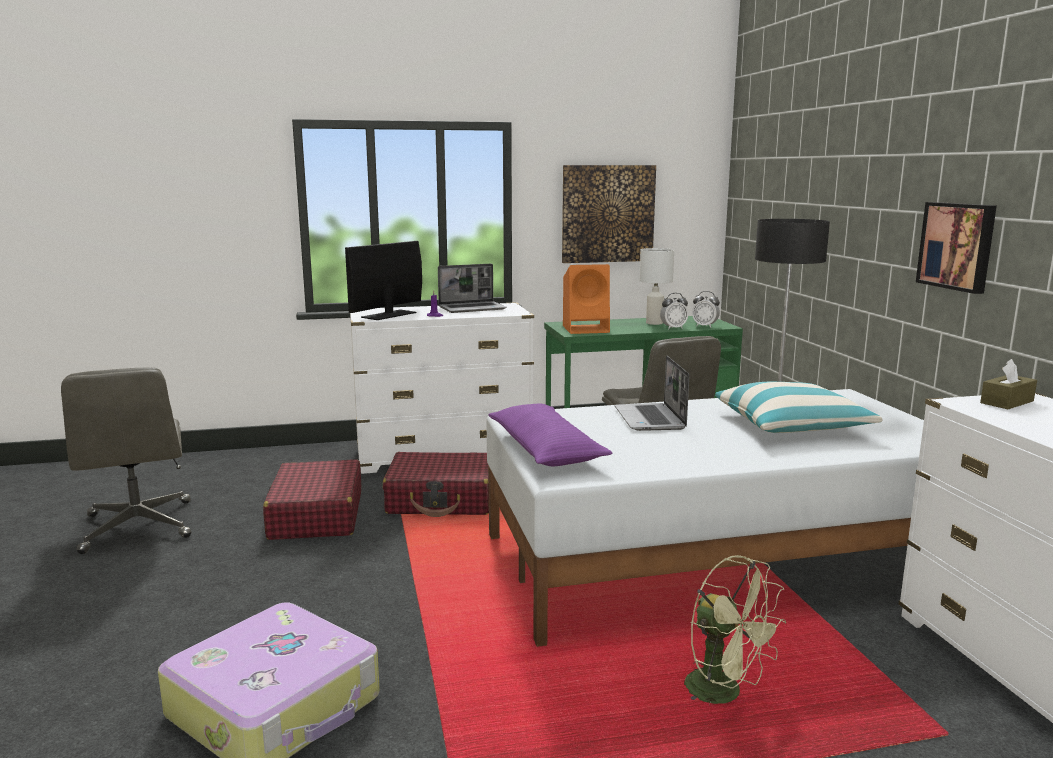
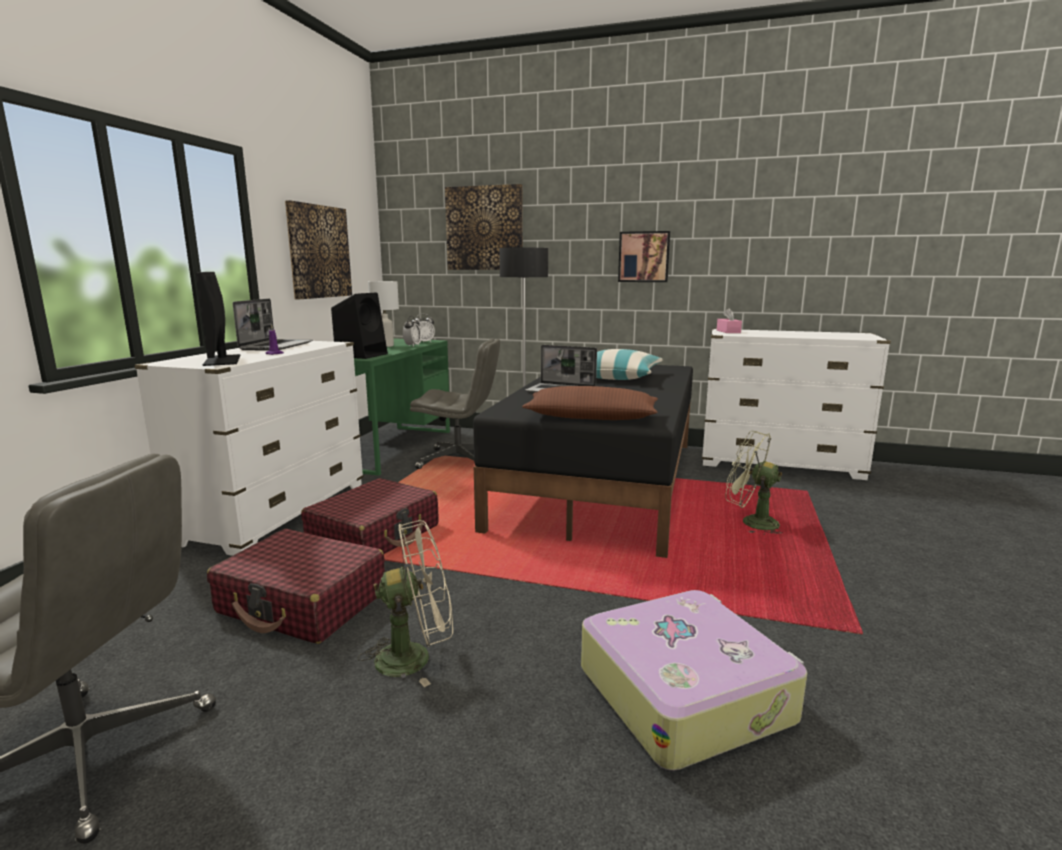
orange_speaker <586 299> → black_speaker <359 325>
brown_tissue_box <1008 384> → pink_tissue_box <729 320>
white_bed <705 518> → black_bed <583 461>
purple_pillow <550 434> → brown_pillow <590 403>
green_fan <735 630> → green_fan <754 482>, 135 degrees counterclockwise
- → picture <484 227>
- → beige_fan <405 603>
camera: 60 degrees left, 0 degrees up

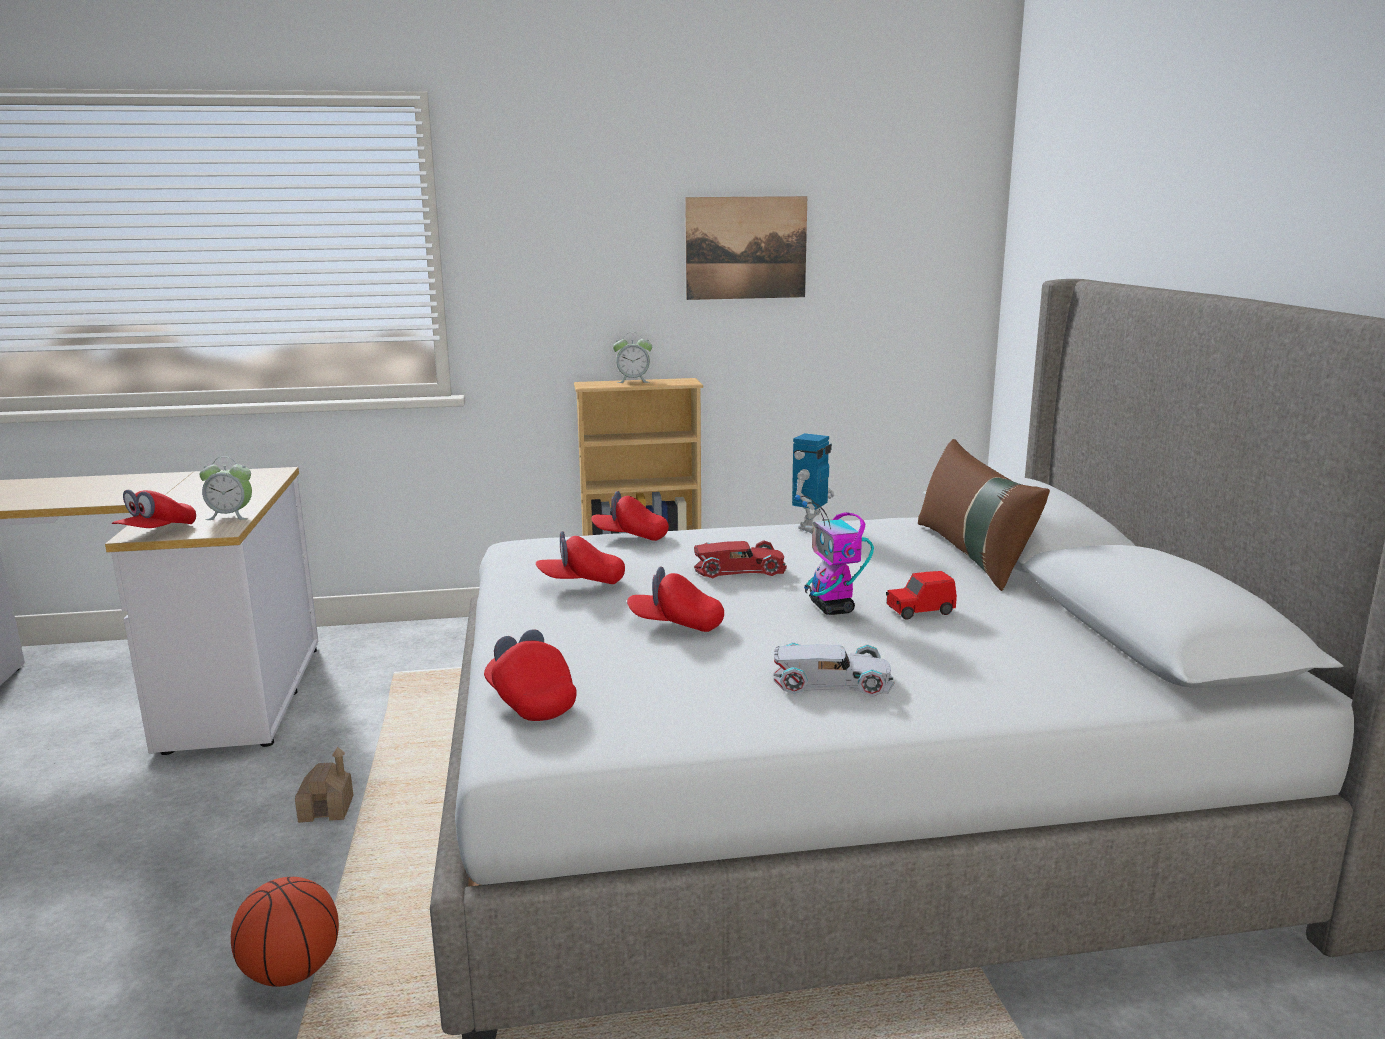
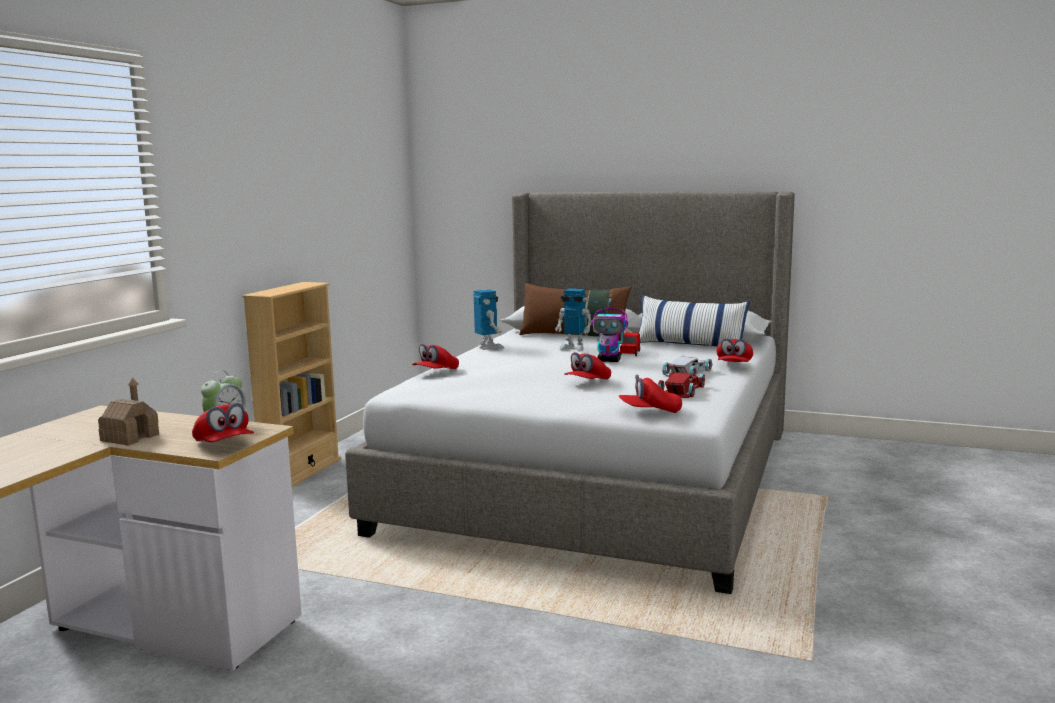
picture <746 248> → -
alarm_clock <632 358> → -
red_cap <580 557> → red_cap <734 350>, relocated
red_toy_car <740 559> → red_toy_car <681 384>, relocated
toy_house <324 785> → toy_house <128 412>, relocated
basketball <285 932> → -
- → toy_robot <573 319>
- → pillow <694 321>
camera: 60 degrees left, 5 degrees down

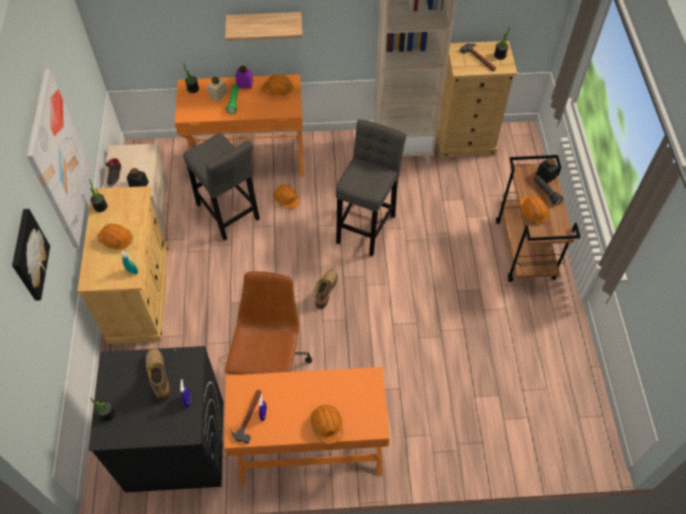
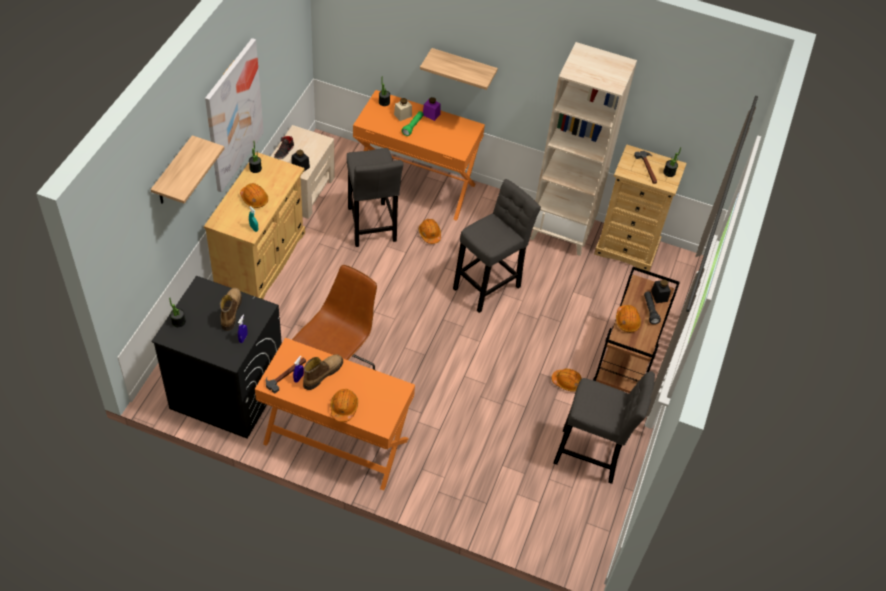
orange_hard_hat <277 84> → orange_hard_hat <566 380>, relocated
picture <31 255> → shelf <187 169>
boot <326 289> → boot <323 372>, relocated
- → grey_stool <604 427>
camera: 20 degrees right, 5 degrees down

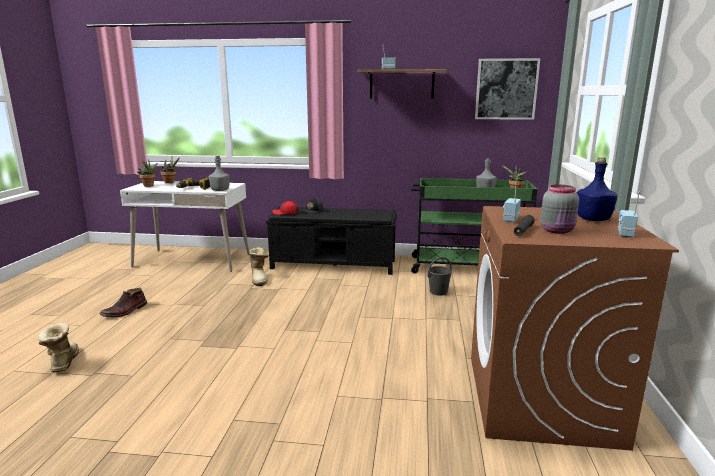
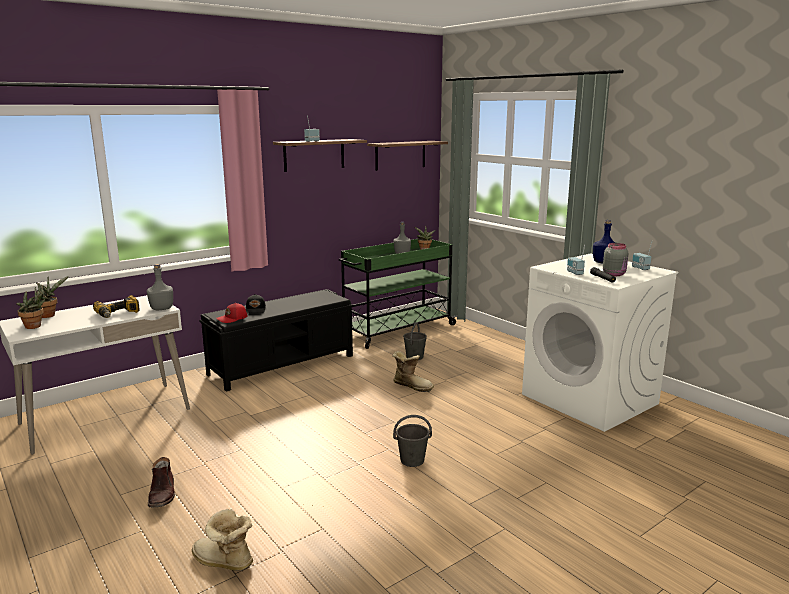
picture <507 89> → shelf <407 156>
brown_washing_machine <575 328> → white_washing_machine <600 342>
boot <259 266> → boot <413 371>, relocated
- → grey_bucket <412 441>
camera: 45 degrees left, 0 degrees up

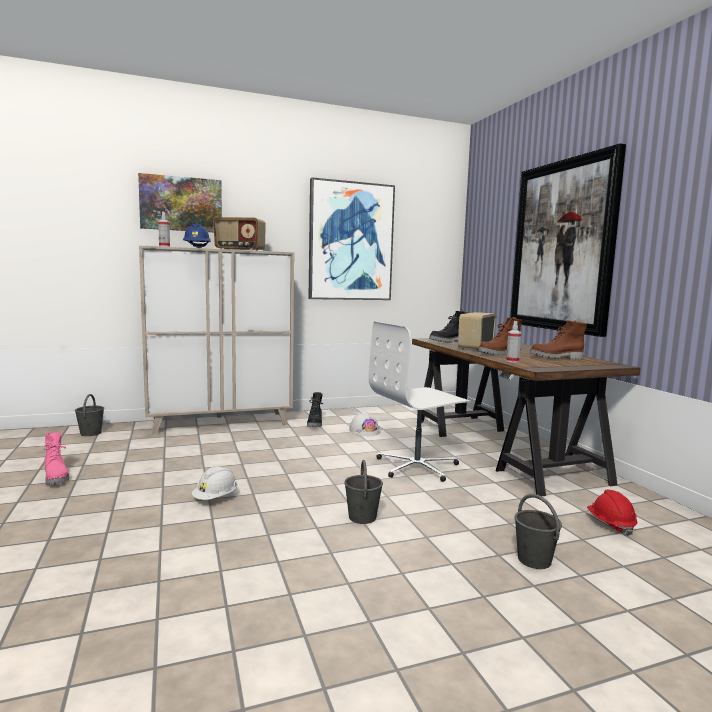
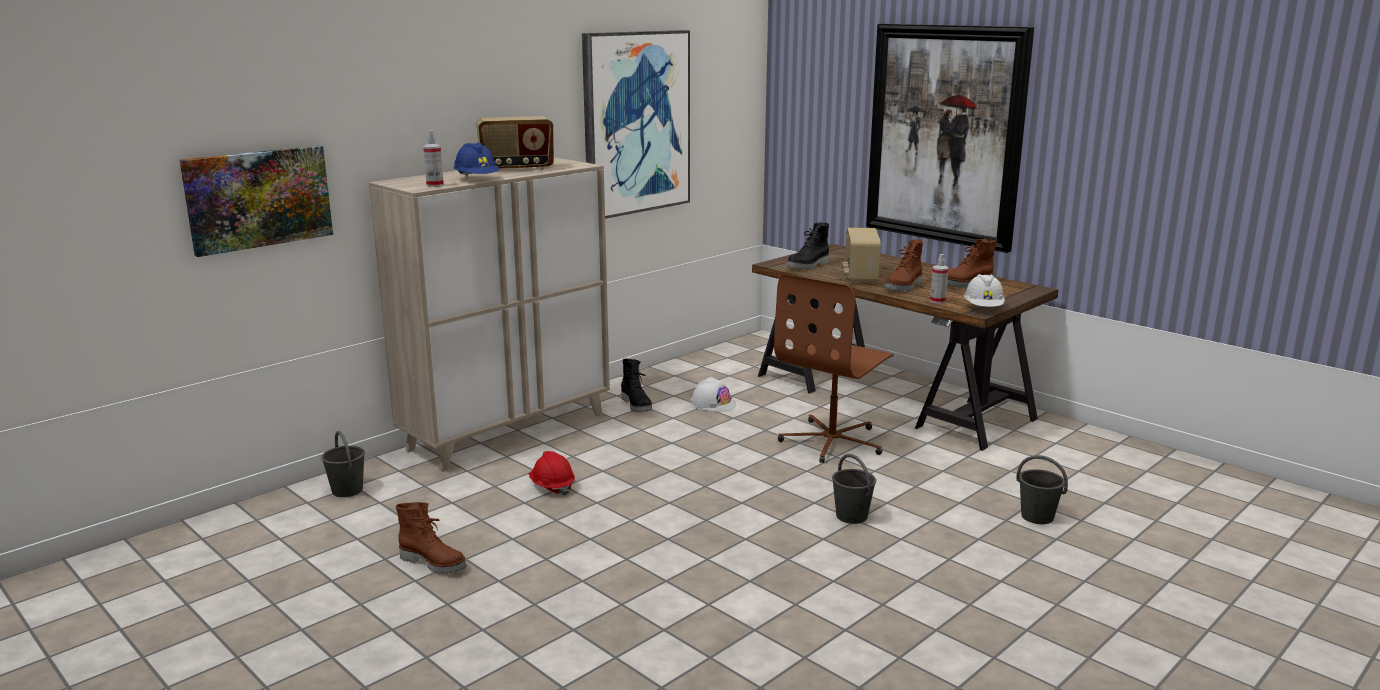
picture <180 202> → picture <256 201>, relocated
white_office_chair <420 402> → brown_office_chair <834 368>
pink_boot <56 458> → brown_boot <431 538>
white_hard_hat <215 483> → white_hard_hat <984 290>, relocated
red_hard_hat <612 513> → red_hard_hat <551 473>, relocated
camera: 25 degrees left, 10 degrees up

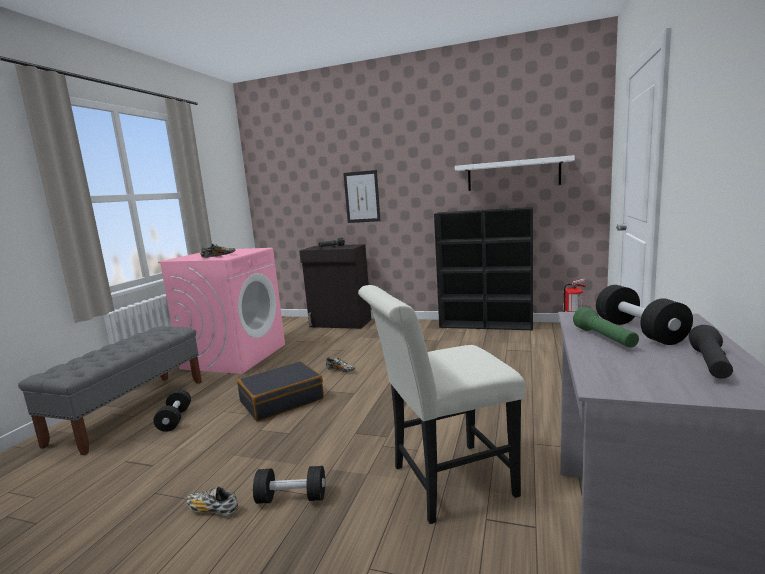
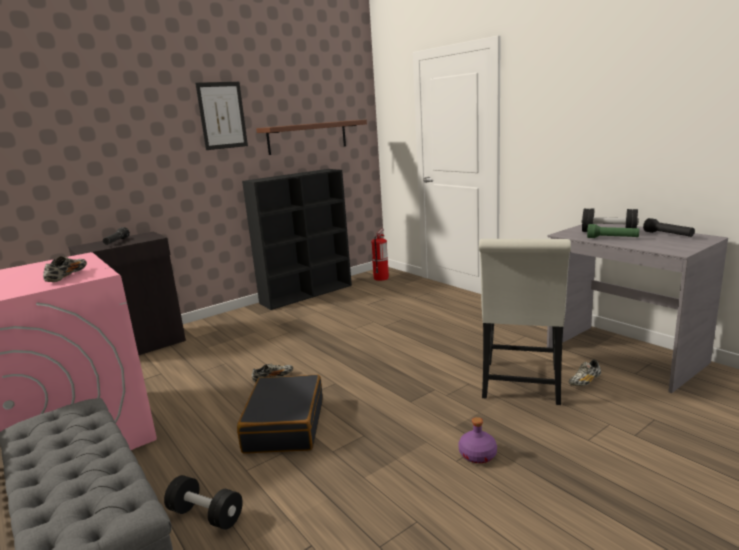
white_shelf <515 173> → brown_shelf <311 137>
picture <362 196> → picture <221 116>, relocated
black_dumbbell <289 485> → purple_bottle <477 440>
shoe <212 501> → shoe <584 373>, relocated
camera: 55 degrees left, 5 degrees up

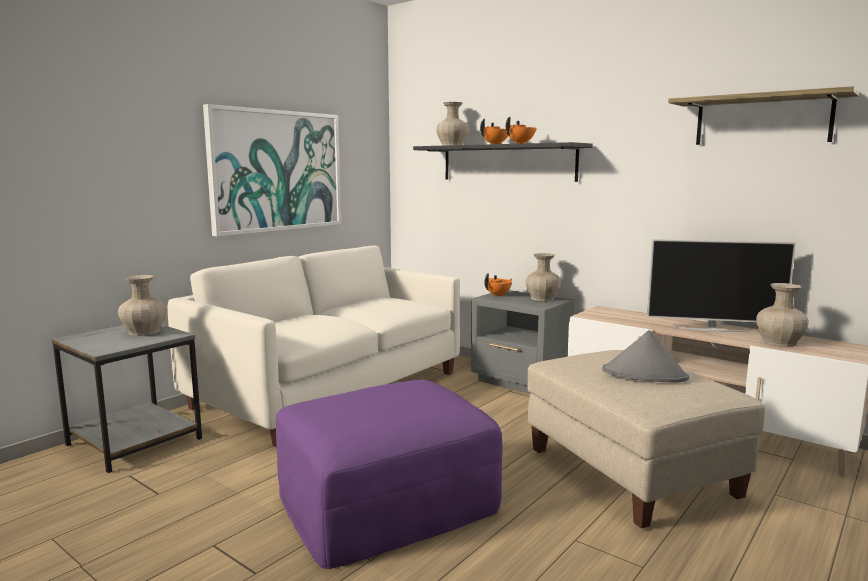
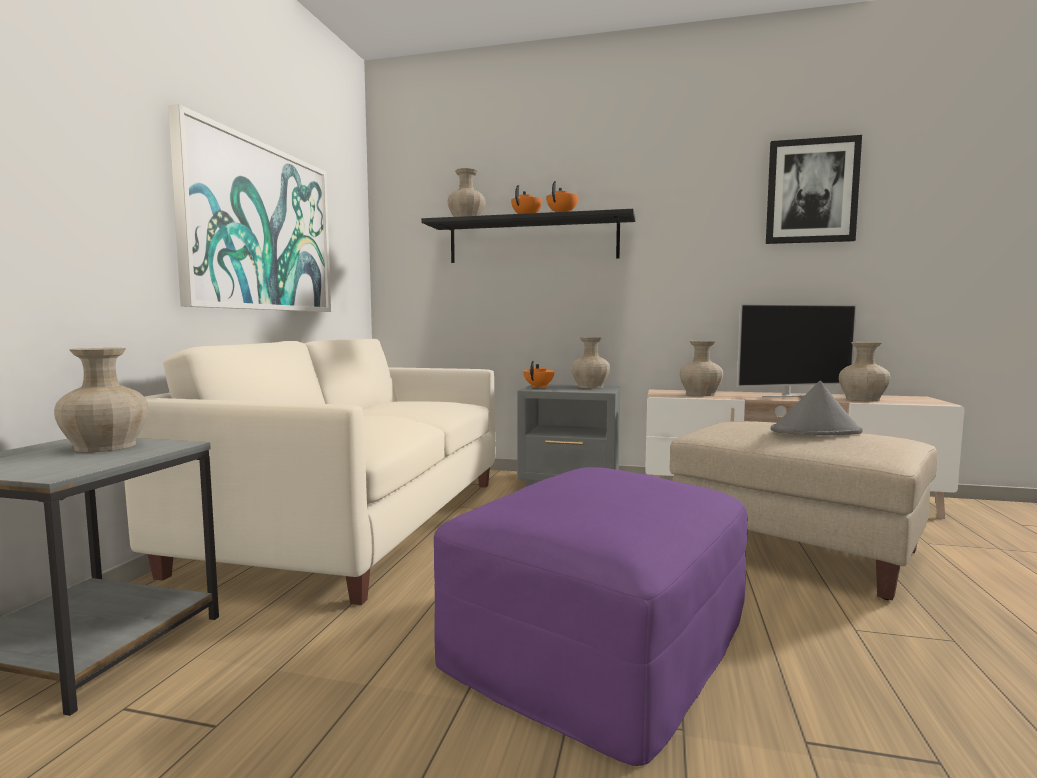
shelf <763 115> → picture <814 189>
- → beige_vase <702 368>
camera: 25 degrees left, 5 degrees down

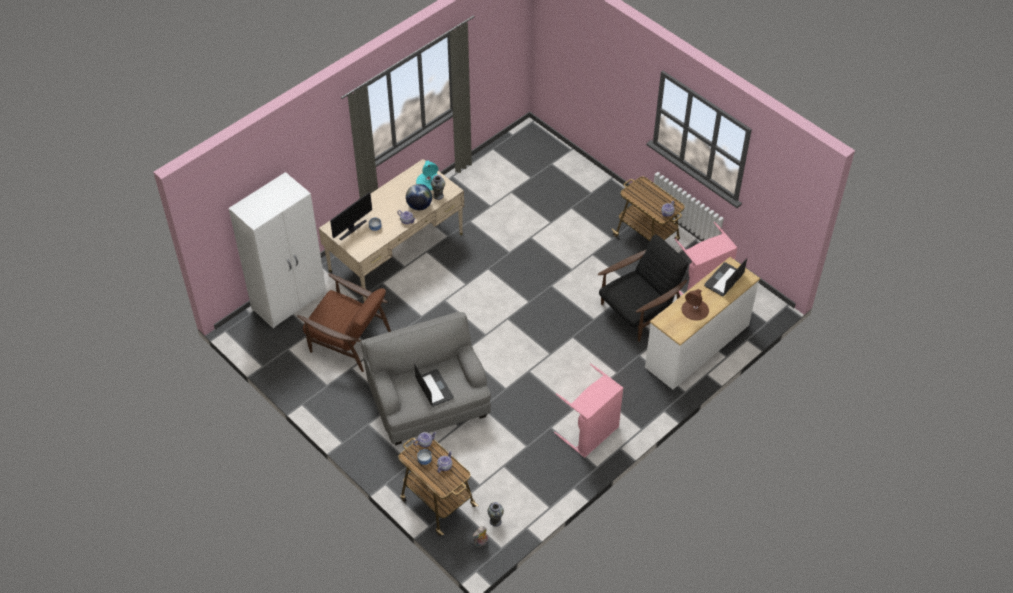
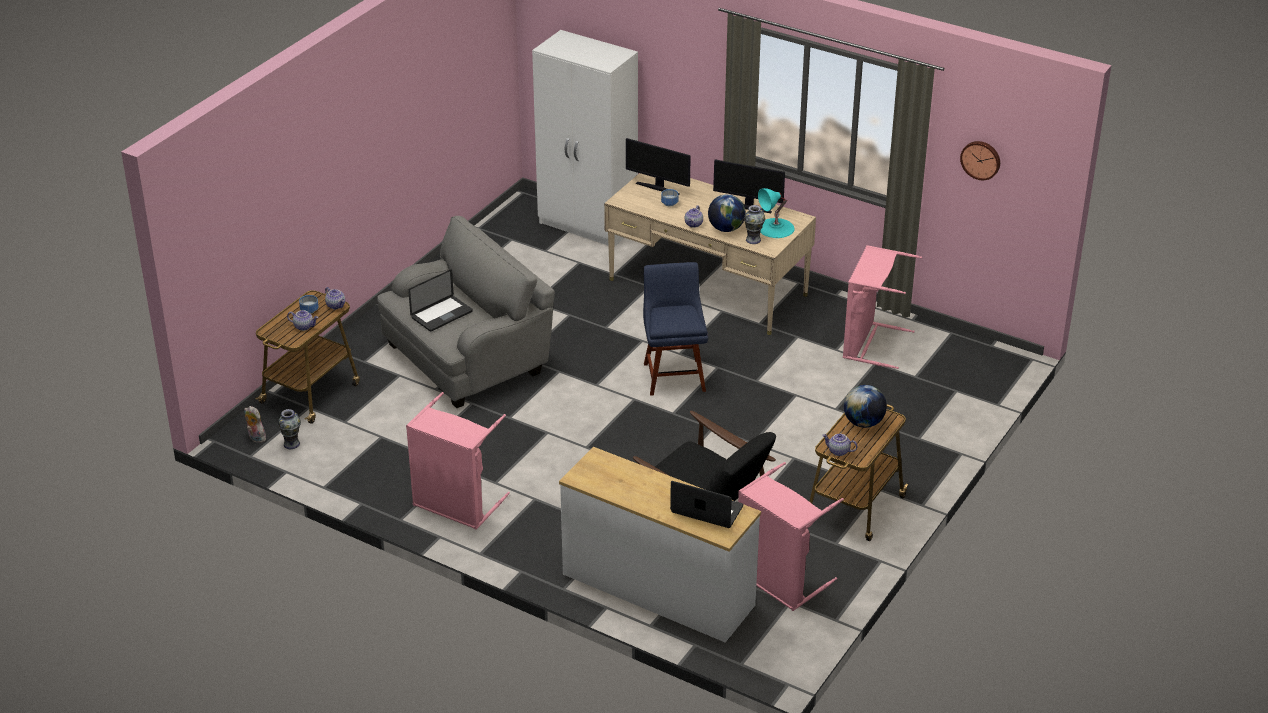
brown_armchair <344 322> → -
brown_table_lamp <695 305> → -
- → wall_clock <980 160>
- → monitor <749 186>
- → pink_laundry_basket <882 307>
- → blue_chair <675 329>
- → globe <865 406>
camera: 75 degrees right, 15 degrees down

